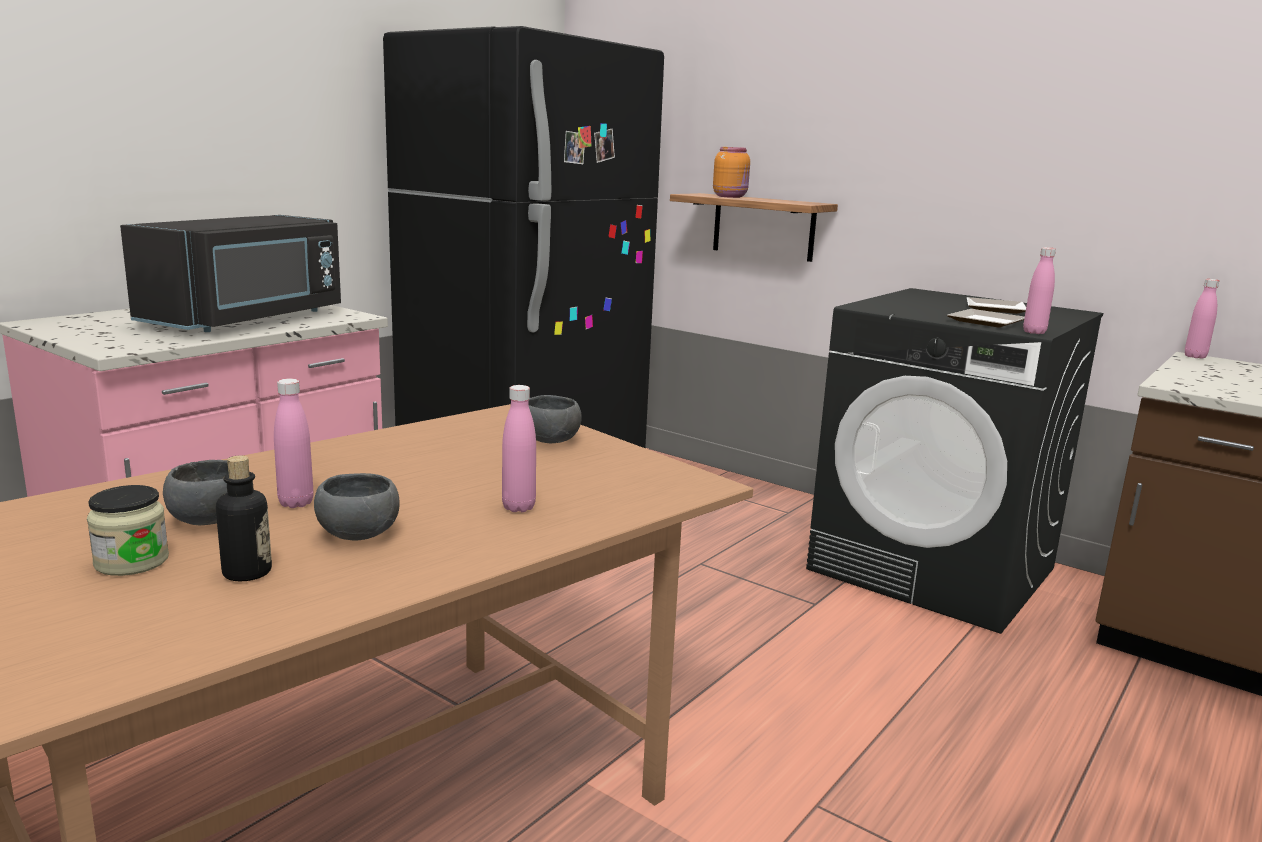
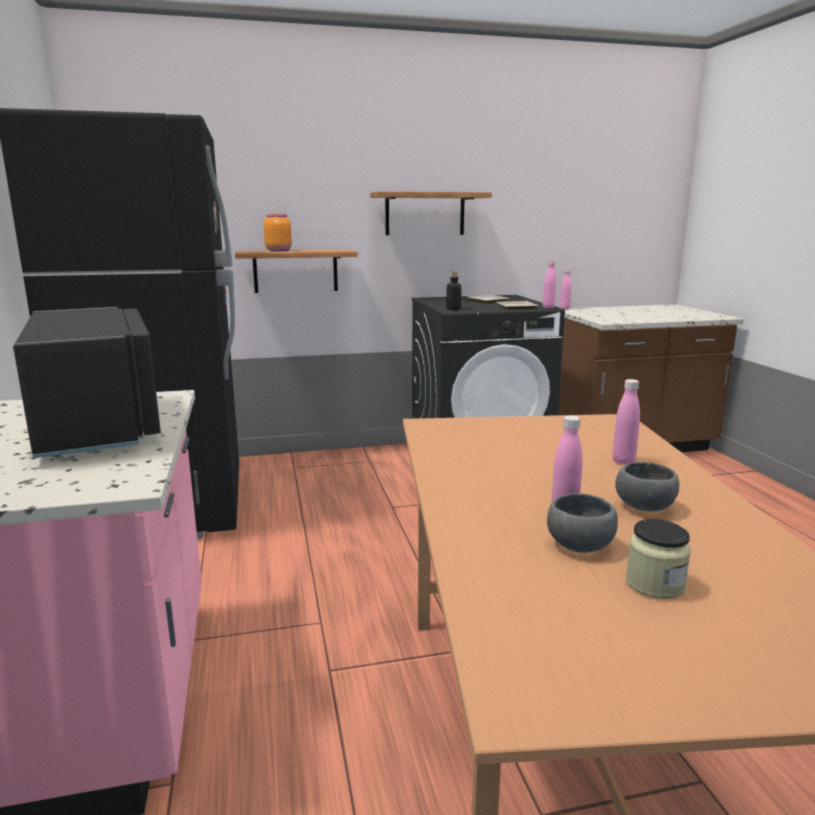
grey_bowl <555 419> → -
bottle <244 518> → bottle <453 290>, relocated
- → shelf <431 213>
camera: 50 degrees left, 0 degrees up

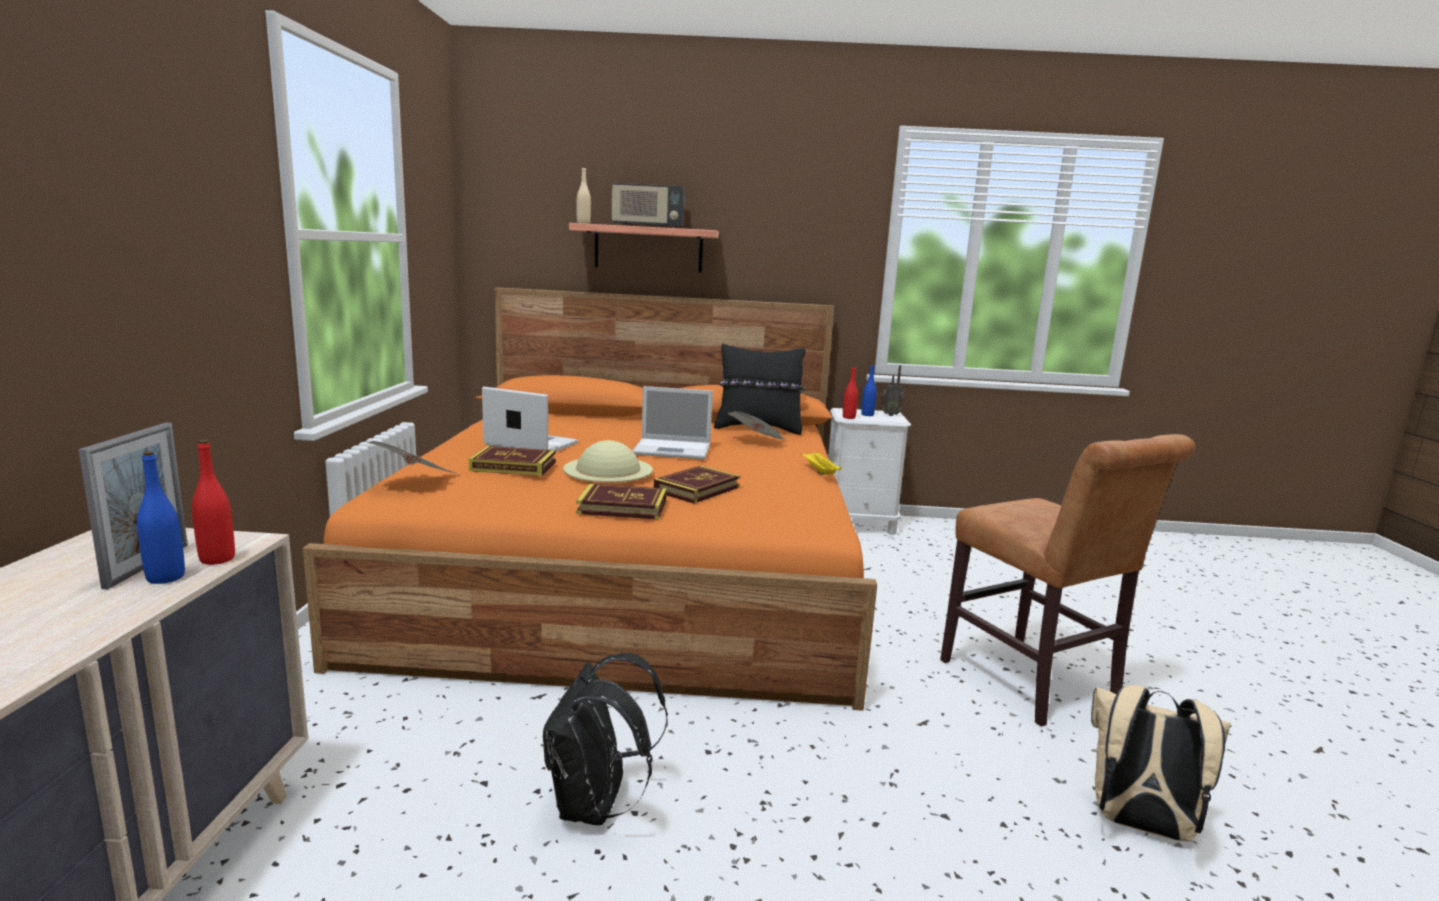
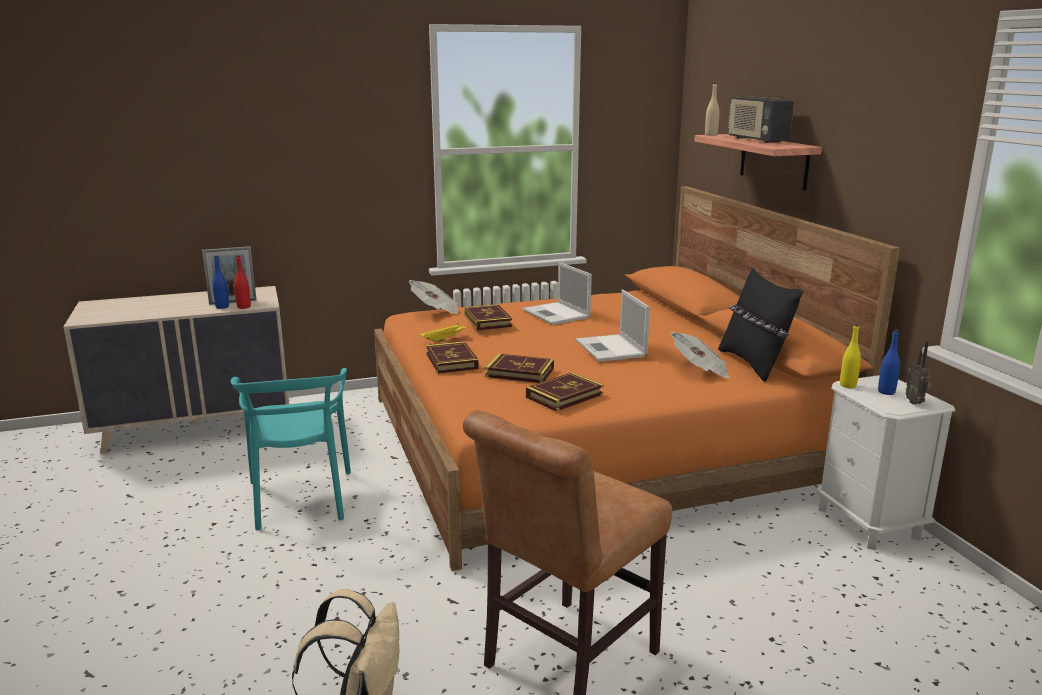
red_bottle <850 392> → yellow_bottle <850 356>
laptop <530 419> → laptop <557 293>, 150 degrees clockwise
beige_hat <608 461> → -
yellow_tray <821 463> → yellow_tray <444 332>, relocated
black_backpack <605 739> → turquoise_chair <291 449>
- → book <564 391>
camera: 70 degrees right, 5 degrees up

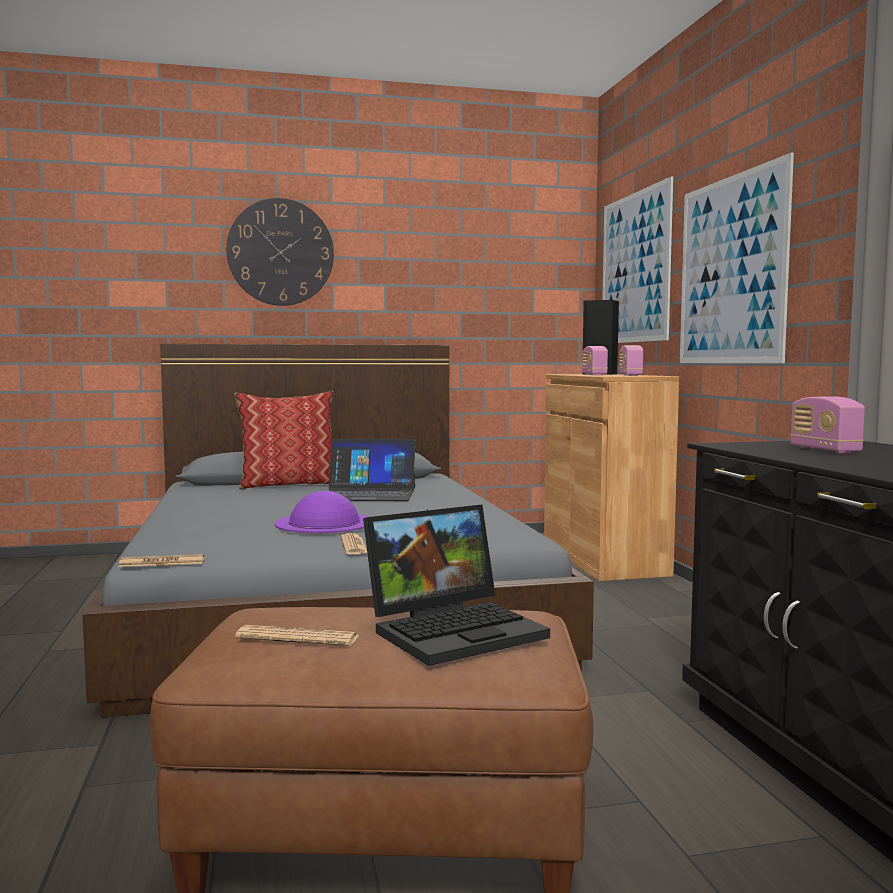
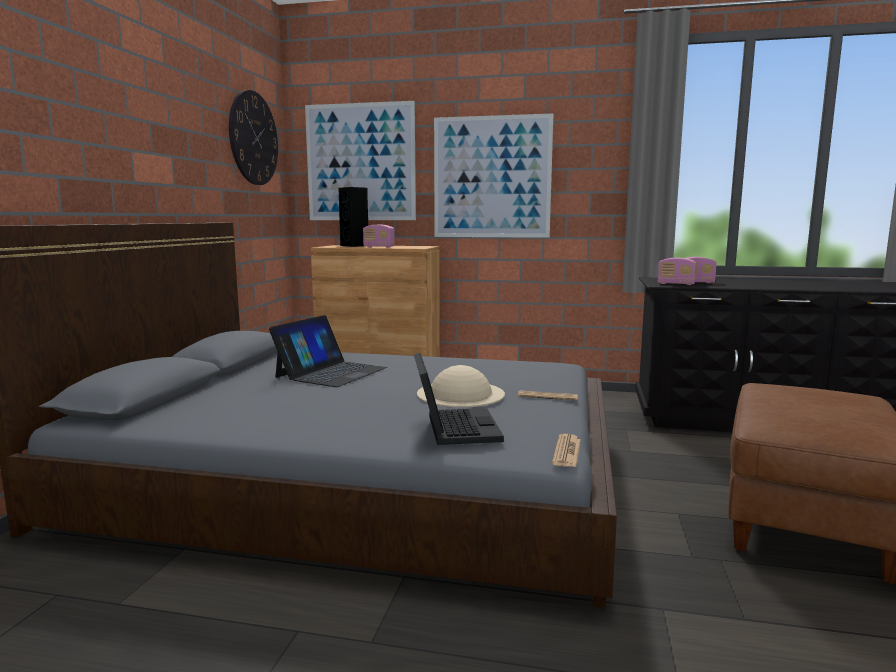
wall_clock <280 252> → wall_clock <253 137>, relocated
radio <631 360> → radio <677 271>, relocated
pillow <283 440> → -
purple_hat <322 512> → beige_hat <461 386>
laptop <456 585> → laptop <459 399>, relocated
newspaper <297 635> → -
camera: 65 degrees left, 5 degrees up

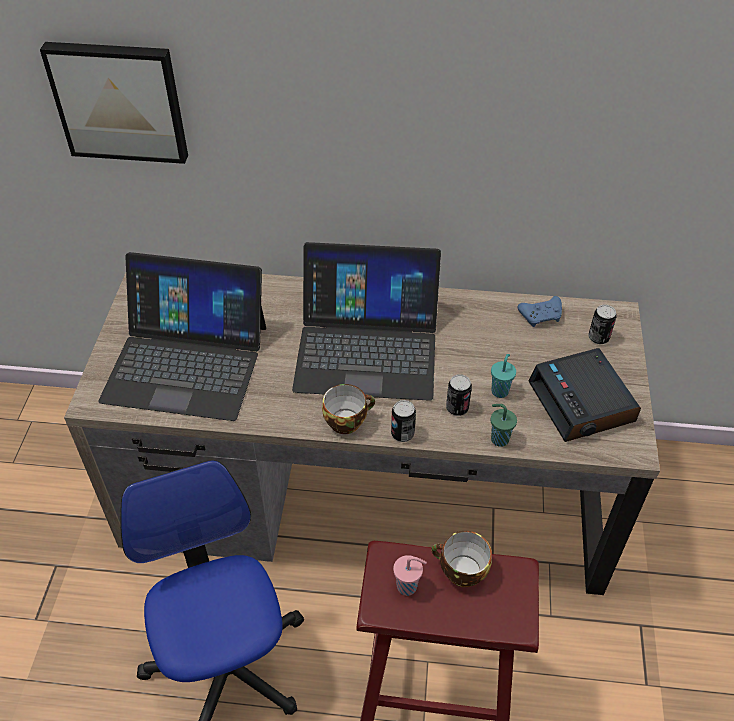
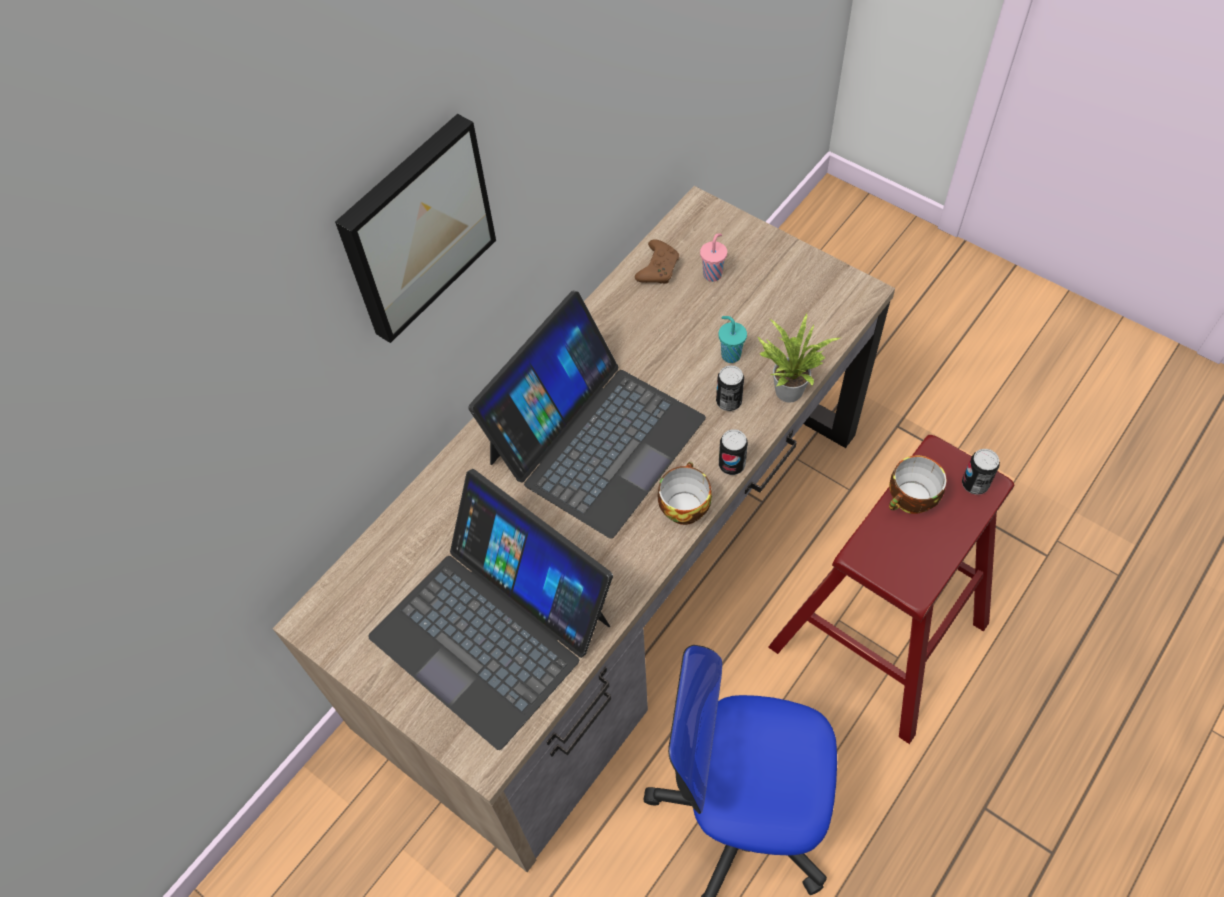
picture <114 103> → picture <415 228>, relocated
laptop <182 336> → laptop <490 609>, 90 degrees clockwise
blue_game_controller <540 311> → brown_game_controller <657 261>
can <603 325> → can <981 472>, relocated
alarm_clock <584 395> → -
green_cup <503 425> → potted_plant <798 358>
pink_cup <410 575> → pink_cup <713 257>, relocated
camera: 55 degrees left, 10 degrees up

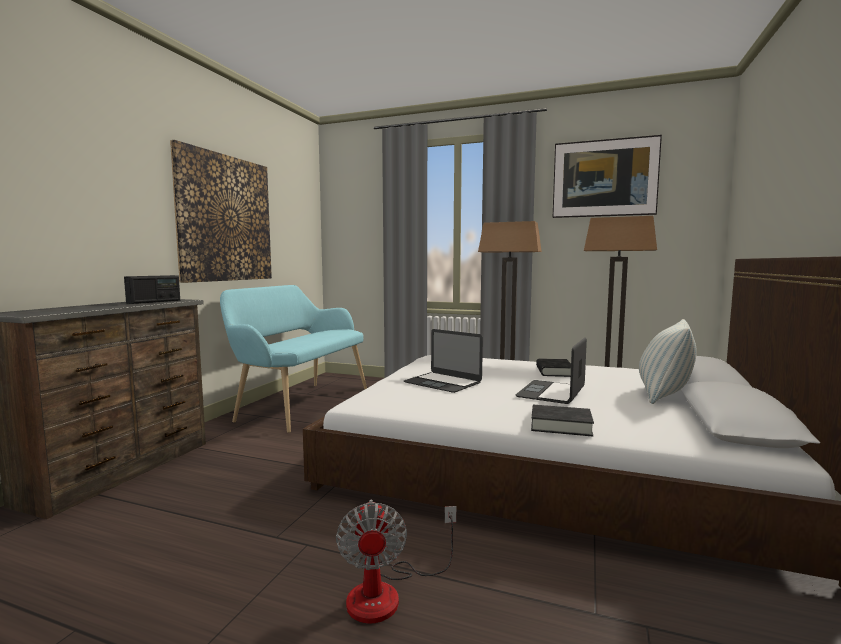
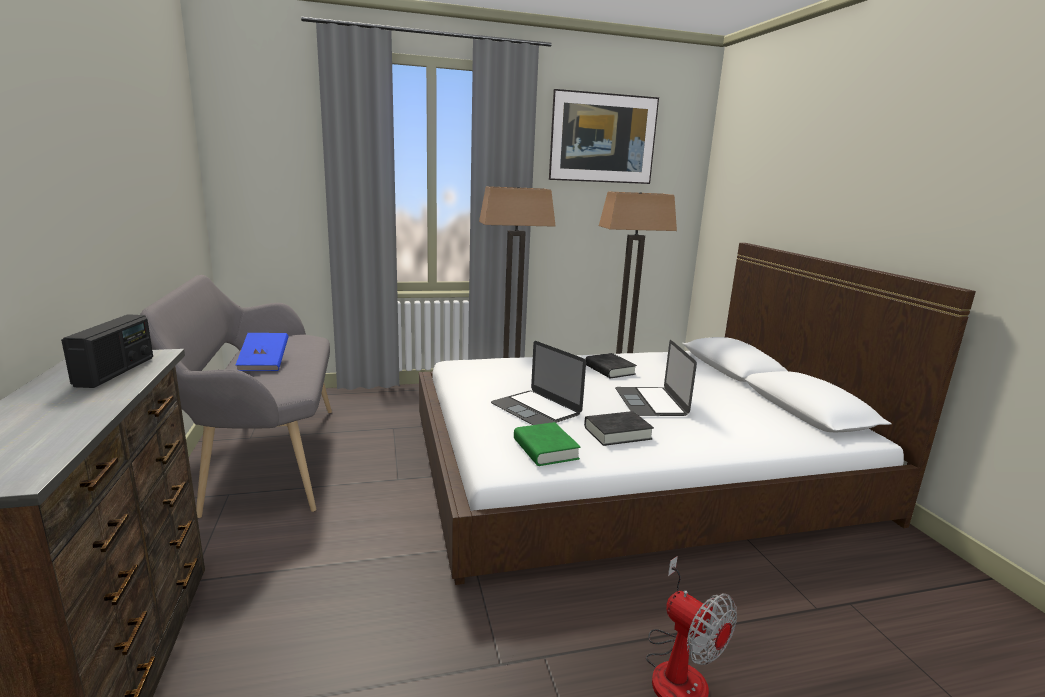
picture <221 211> → -
turquoise_bench <293 359> → grey_bench <236 396>
pillow <668 361> → -
laptop <443 361> → laptop <538 383>, 45 degrees clockwise
black_book <562 421> → black_book <619 428>, relocated
- → blue_book <262 352>
- → green_book <547 444>
camera: 35 degrees left, 10 degrees up

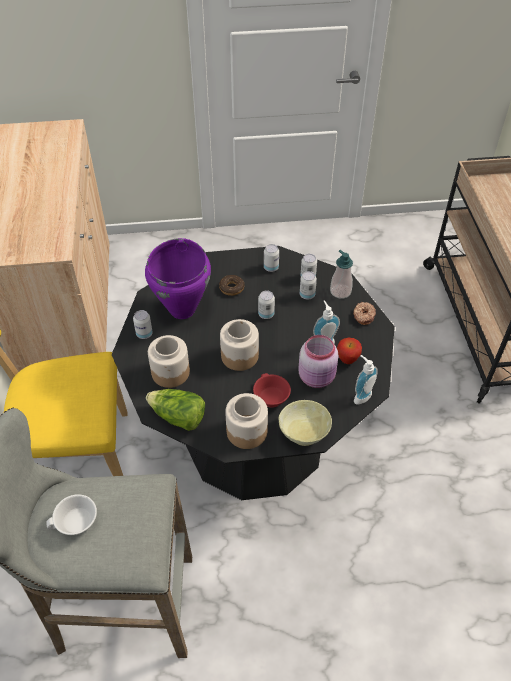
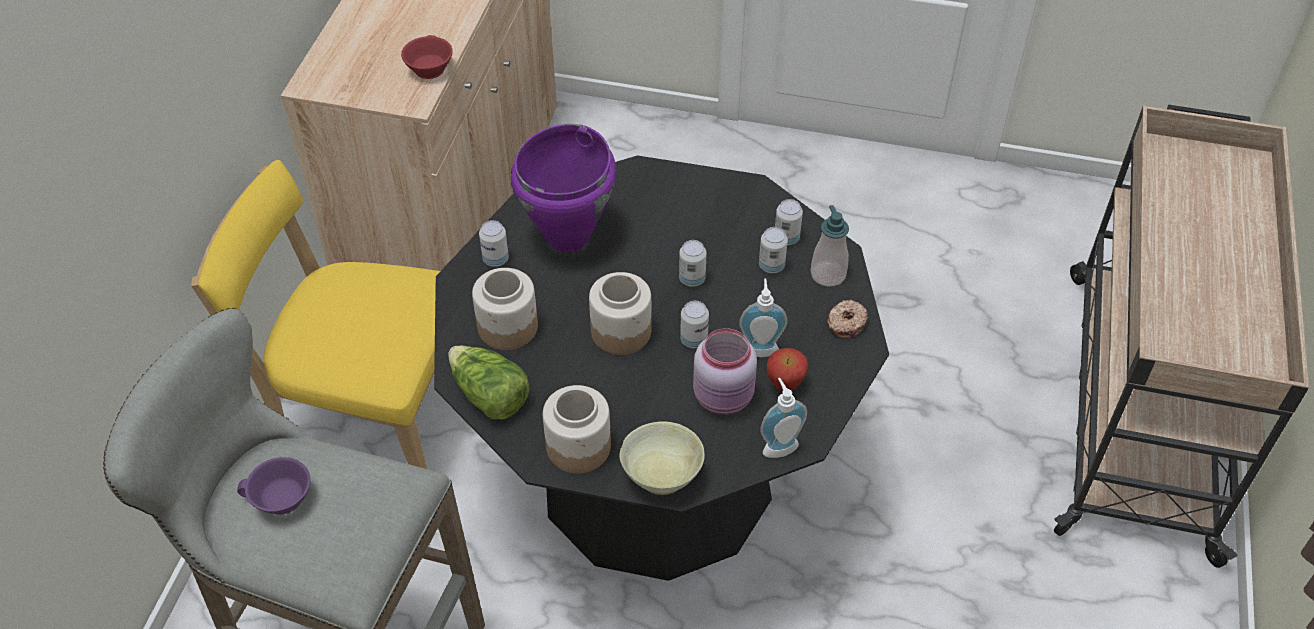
can <271 258> → can <694 324>, relocated
donut <231 285> → -
red_cup <272 390> → red_cup <427 57>, relocated
white_cup <71 514> → purple_cup <274 486>
camera: 20 degrees right, 0 degrees up

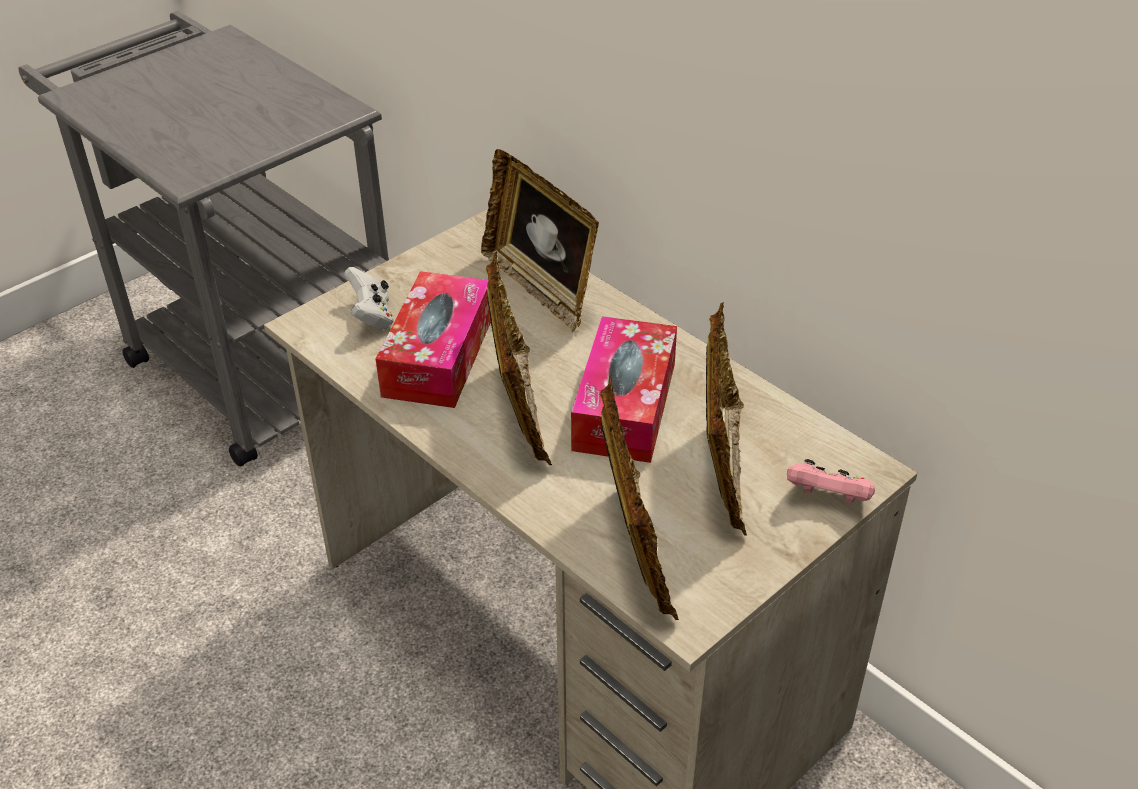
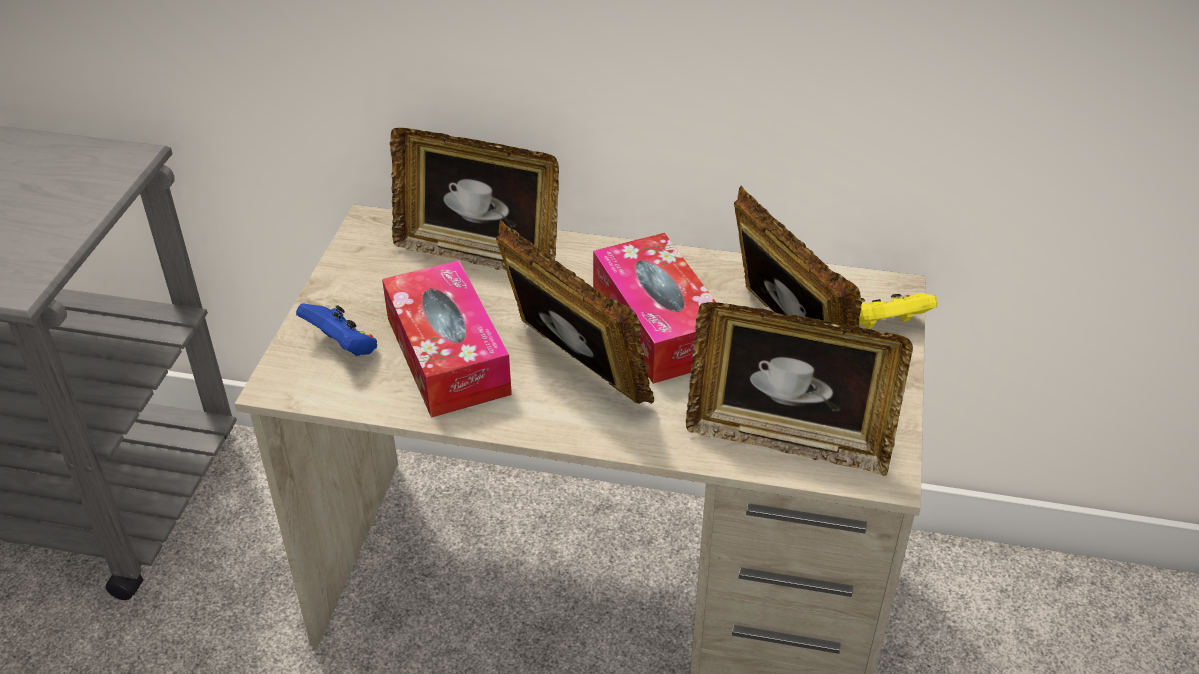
white_game_controller <369 298> → blue_game_controller <336 330>
picture_frame <639 497> → picture_frame <799 389>, 150 degrees clockwise
pink_game_controller <831 481> → yellow_game_controller <898 311>
camera: 35 degrees left, 0 degrees up

